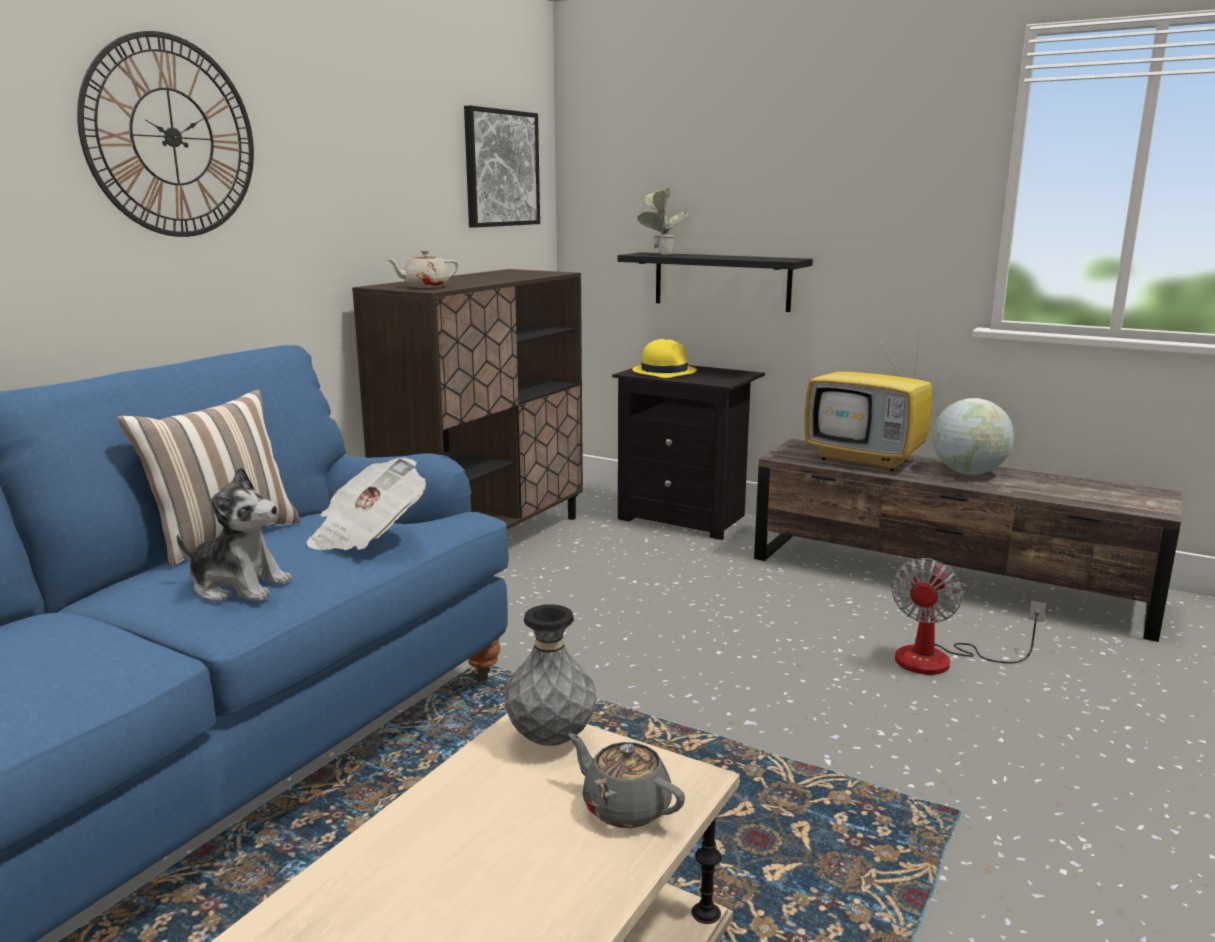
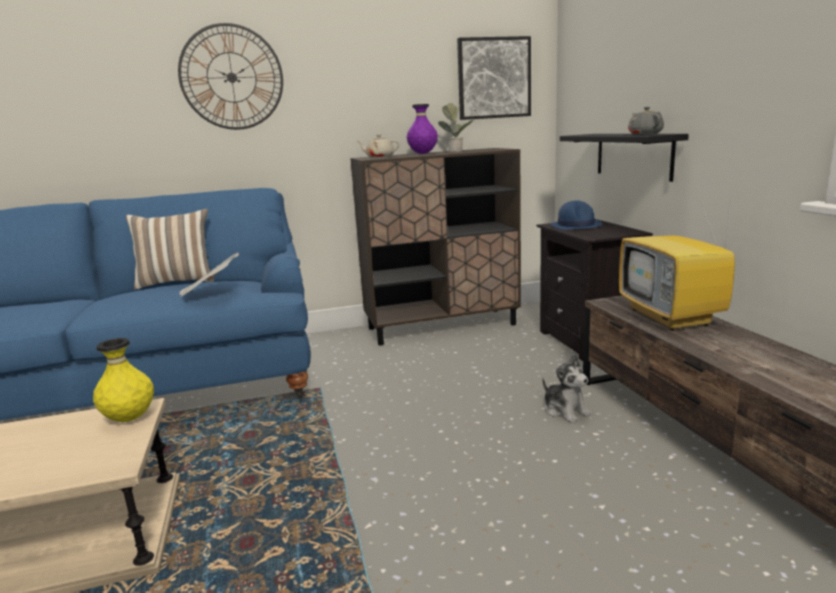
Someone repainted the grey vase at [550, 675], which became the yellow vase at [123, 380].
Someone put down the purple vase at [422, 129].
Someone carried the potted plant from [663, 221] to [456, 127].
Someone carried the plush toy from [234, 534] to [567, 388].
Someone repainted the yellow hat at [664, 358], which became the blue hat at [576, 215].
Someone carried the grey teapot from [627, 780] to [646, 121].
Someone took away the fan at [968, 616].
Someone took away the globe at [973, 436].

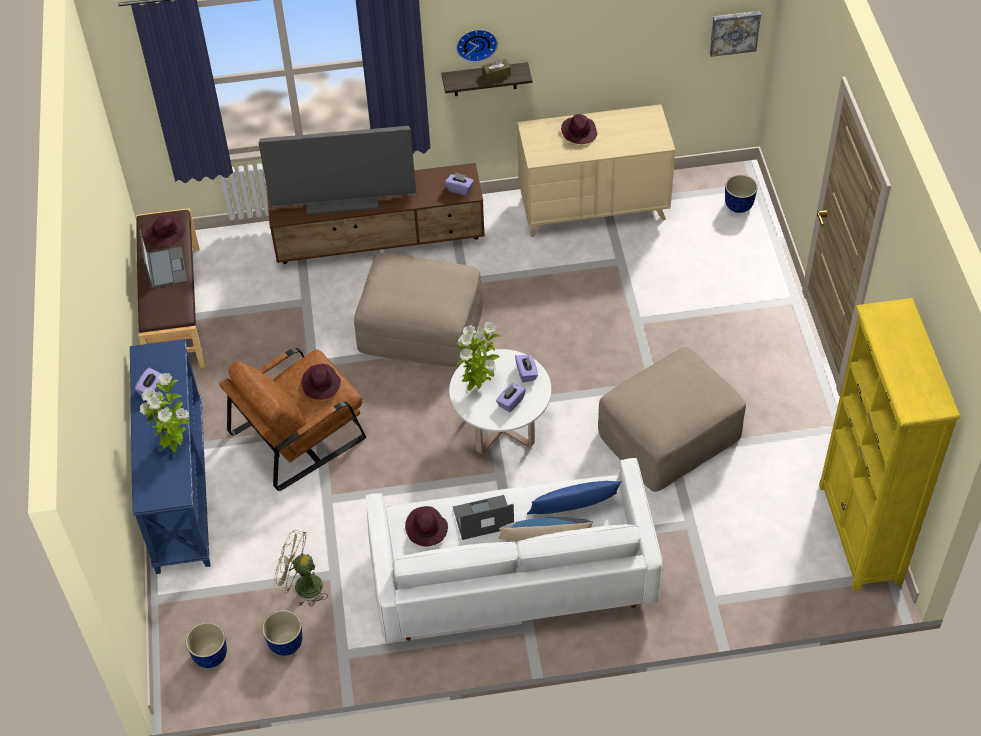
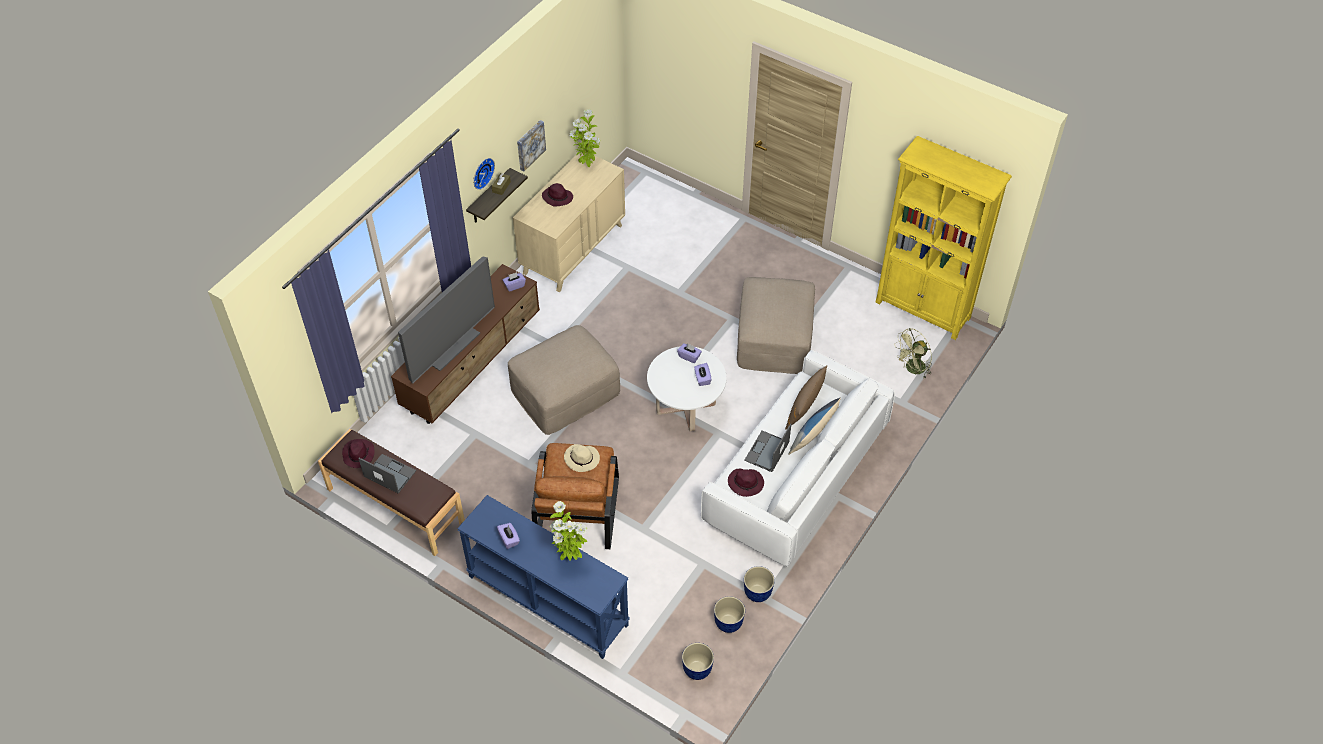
Someone carried the picture from [735, 34] to [531, 145].
Someone repainted the purple hat at [321, 382], which became the beige hat at [582, 458].
Someone carried the potted plant from [479, 356] to [585, 138].
Someone carried the planter from [741, 194] to [759, 584].
Someone repainted the blue pillow at [574, 497], which became the brown pillow at [806, 397].
Someone carried the green fan from [301, 568] to [913, 353].

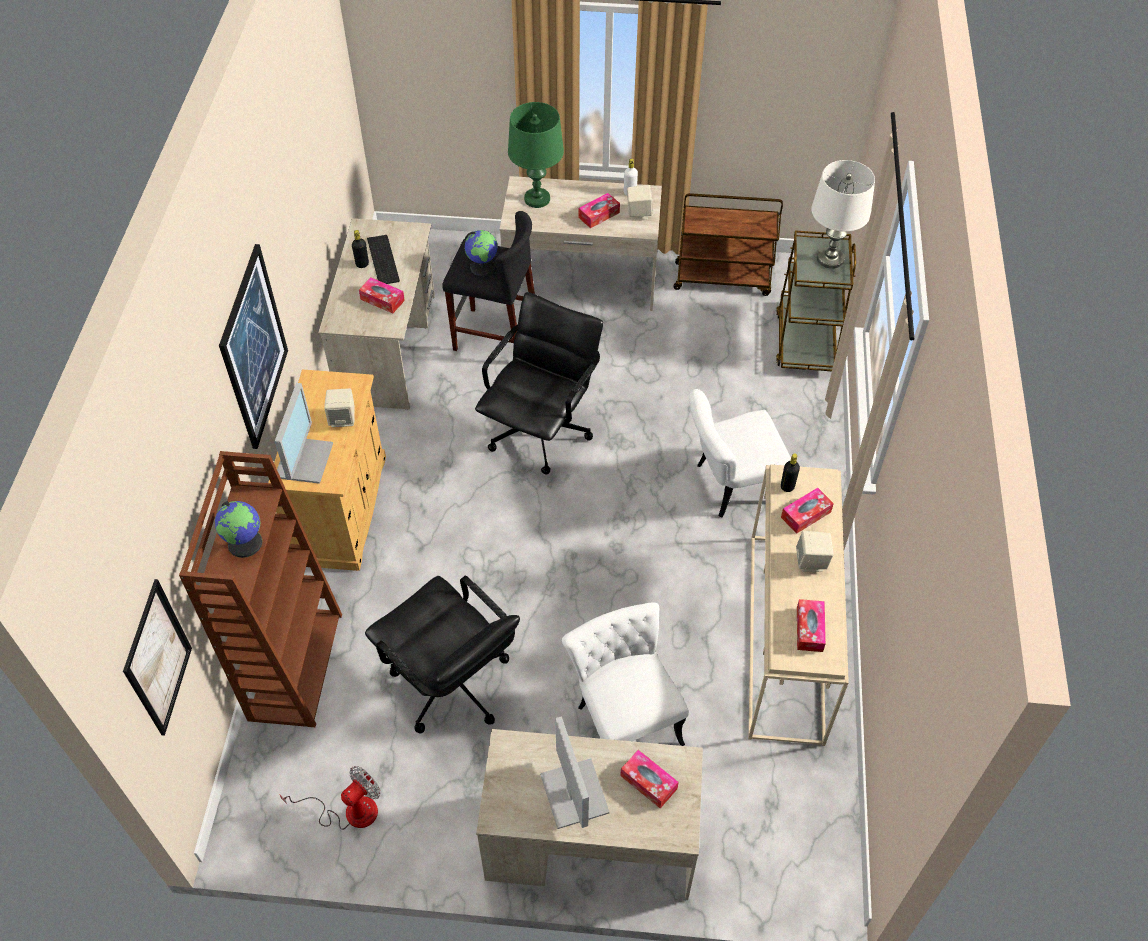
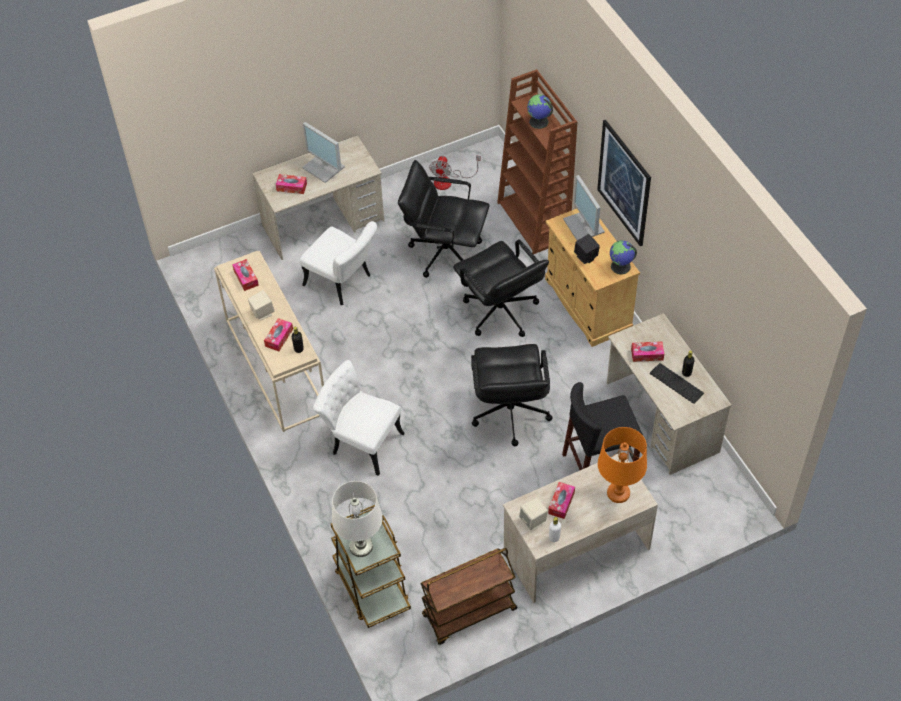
Someone rotated the white chair at [740, 453] by 105 degrees counterclockwise.
Someone put down the black office chair at [501, 288].
Someone repainted the beige speaker at [339, 407], which became the black speaker at [587, 249].
Someone repainted the green table lamp at [536, 155], which became the orange table lamp at [622, 465].
Someone carried the globe from [481, 253] to [623, 257].
Someone took away the picture at [157, 657].

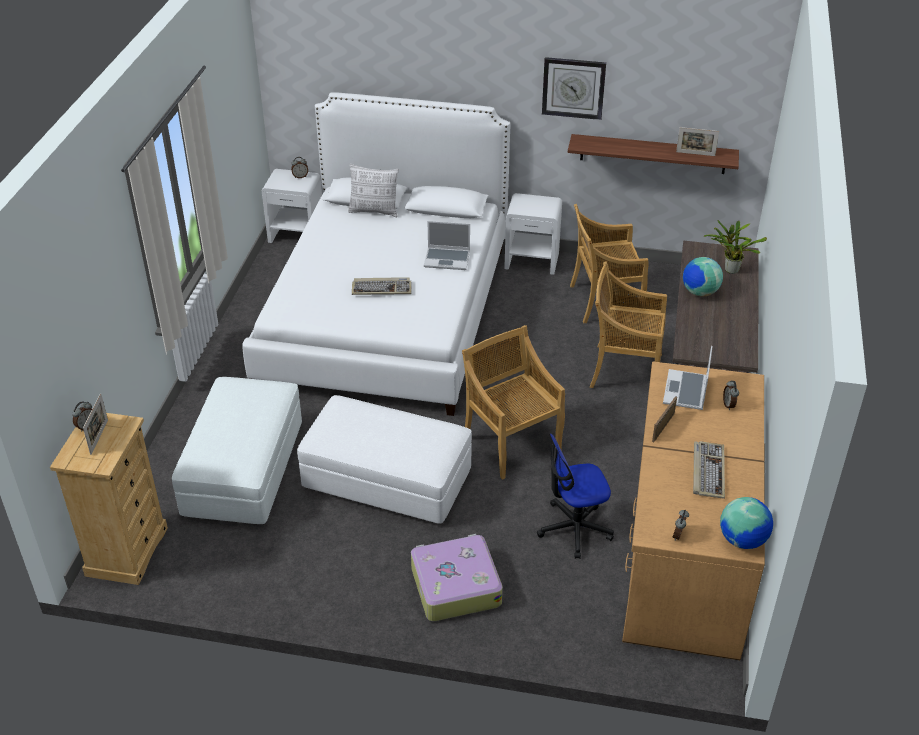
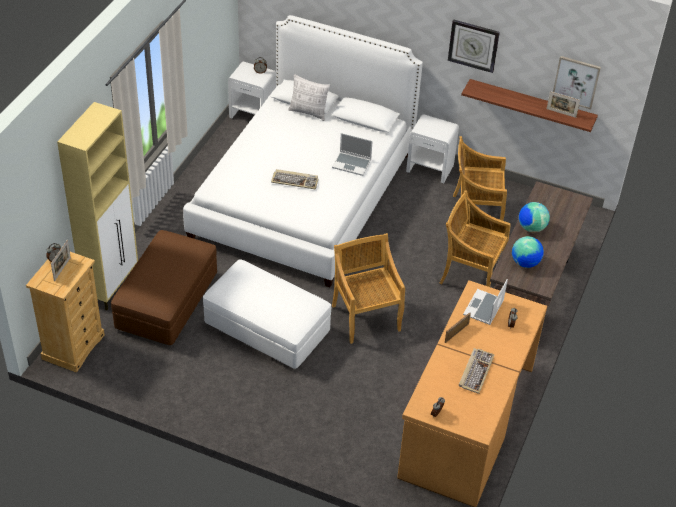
Someone put down the beige cabinet at [97, 206].
Someone repainted the white ottoman at [237, 450], which became the brown ottoman at [164, 287].
Someone carried the globe from [746, 523] to [528, 252].
Someone put up the picture at [577, 82].
Someone took away the suitcase at [457, 577].
Someone took away the office chair at [575, 496].
Someone took away the potted plant at [735, 247].

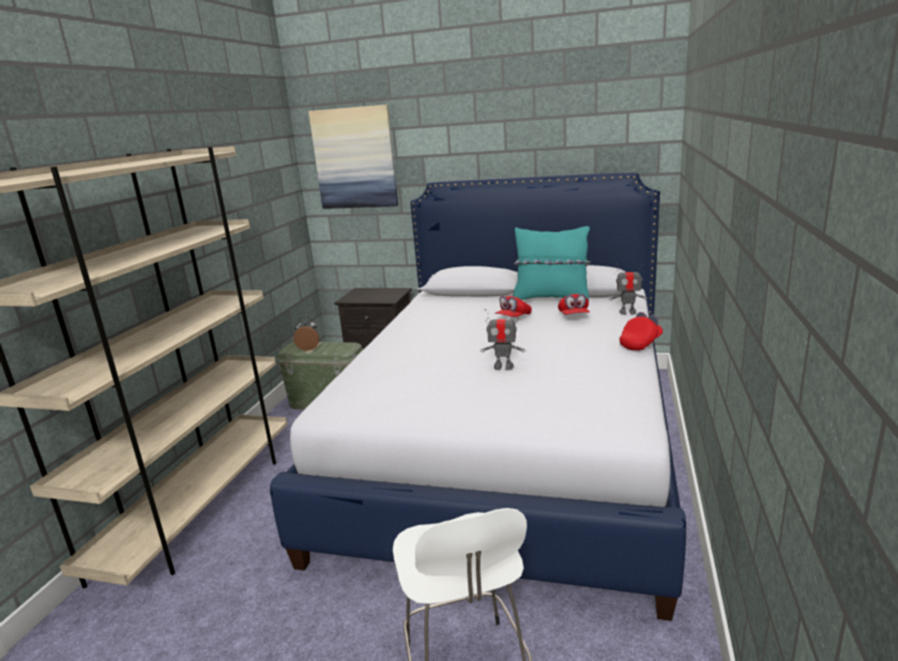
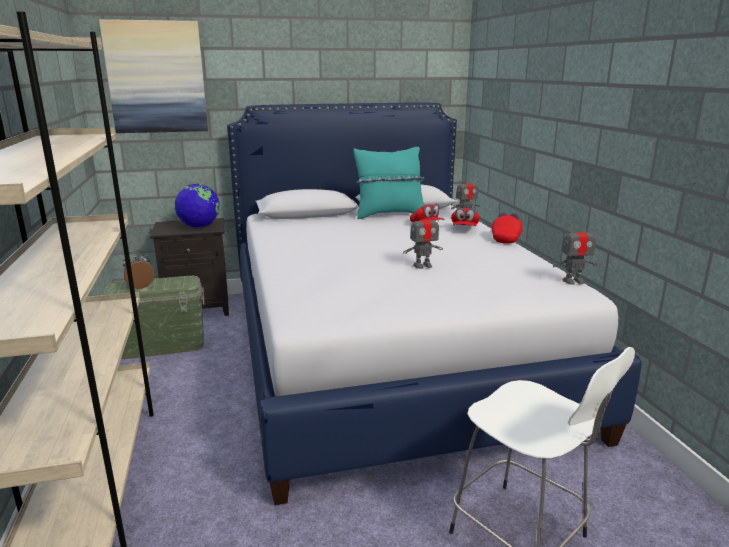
Someone put down the globe at [197, 205].
Someone carried the red cap from [513, 306] to [465, 217].
Someone put down the toy robot at [575, 253].

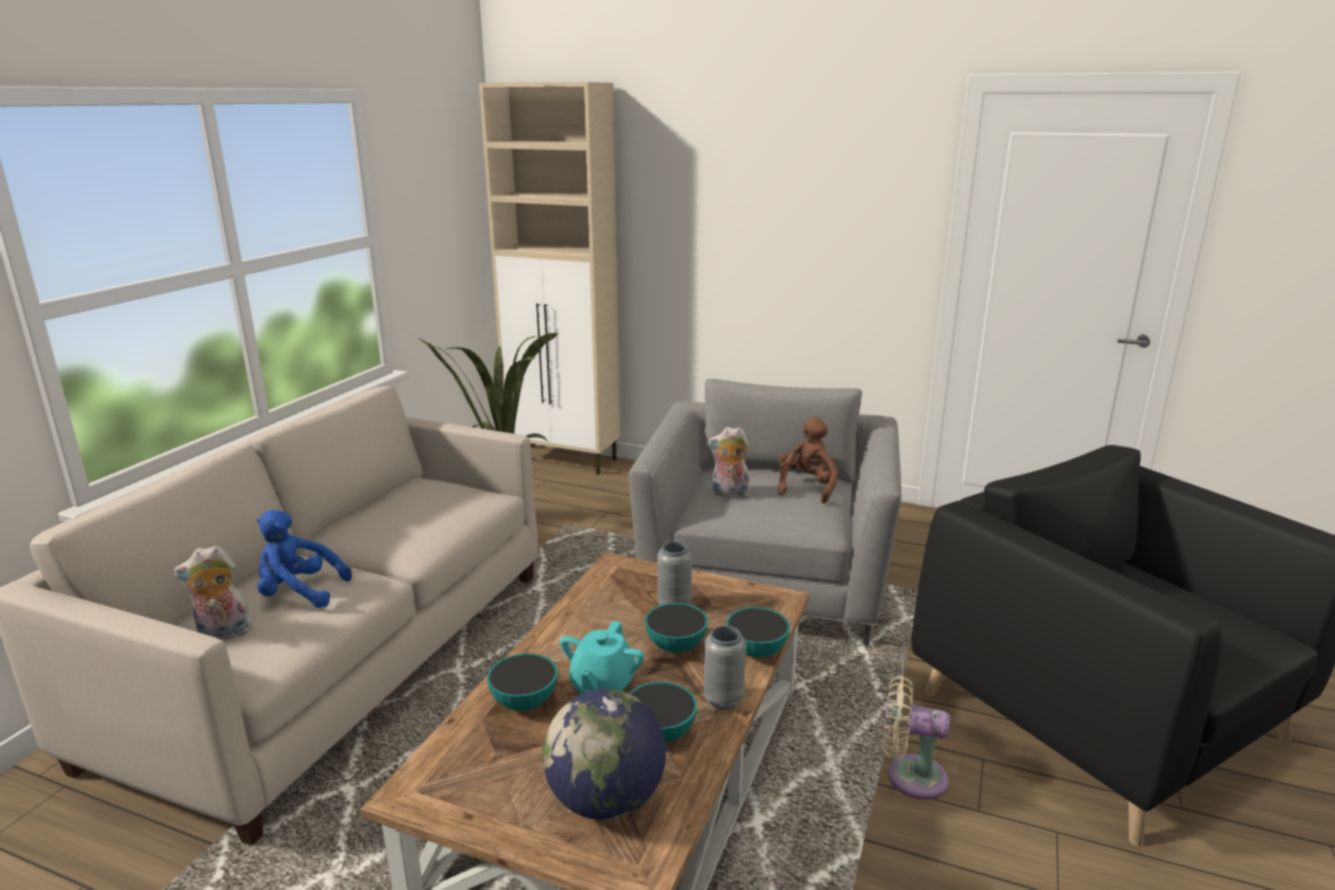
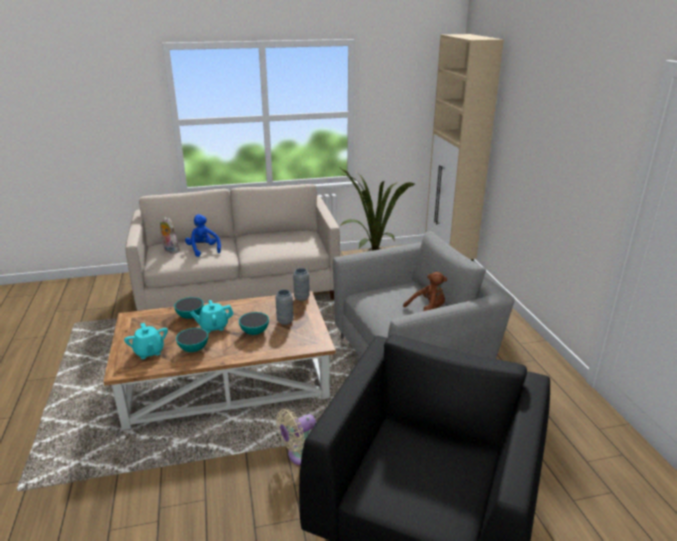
Someone swapped the globe at [604, 754] for the turquoise teapot at [146, 341].
Someone rotated the beige fan at [916, 738] by 105 degrees counterclockwise.
Someone carried the grey vase from [725, 667] to [301, 284].
Someone took away the plush toy at [729, 462].
Someone took away the bowl at [758, 632].

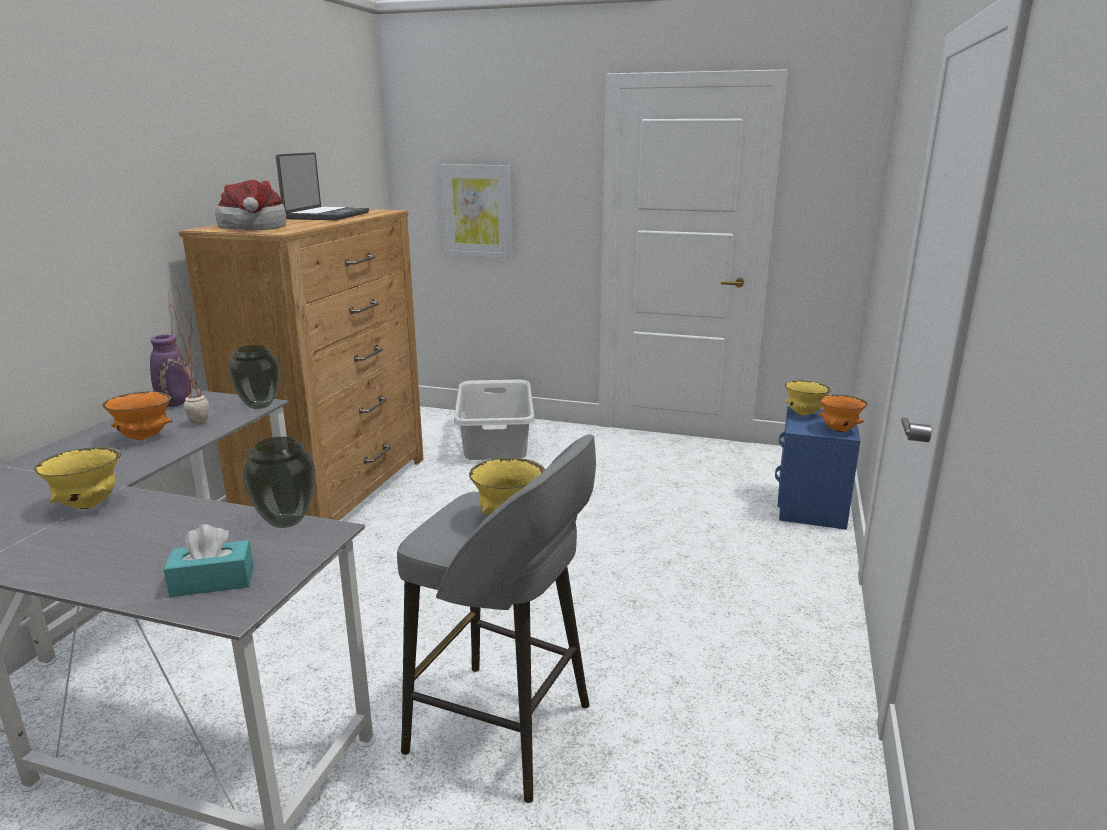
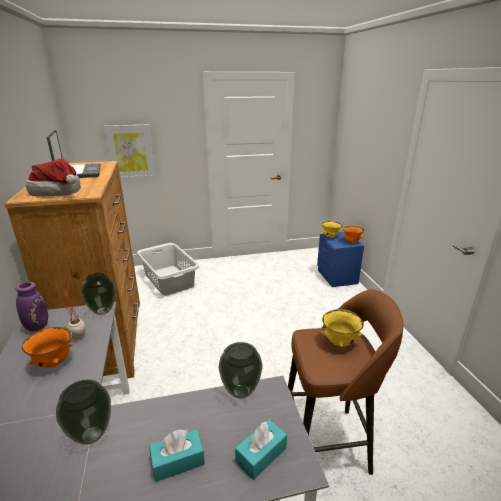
Someone swapped the yellow bowl at [77, 478] for the vase at [83, 412].
Someone put down the turquoise tissue box at [177, 455].
Someone repainted the grey stool at [496, 618], which became the brown stool at [346, 382].

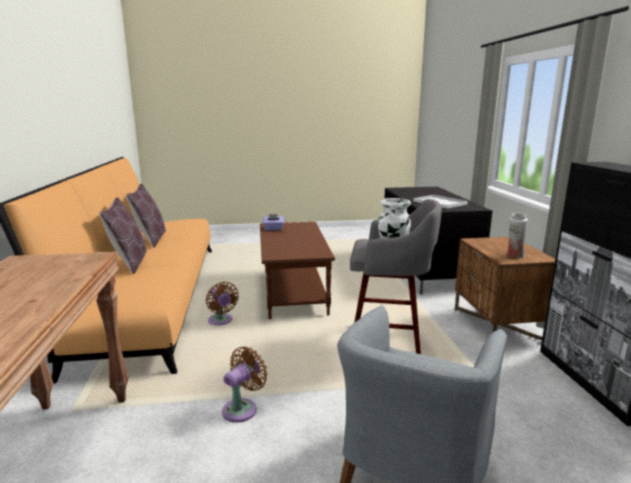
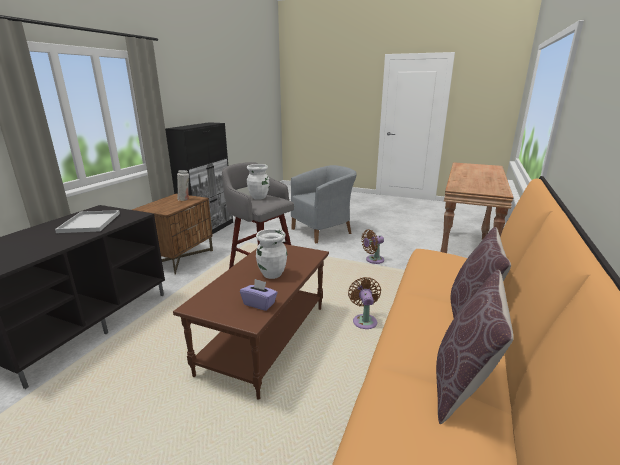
Someone put down the white vase at [271, 254].

